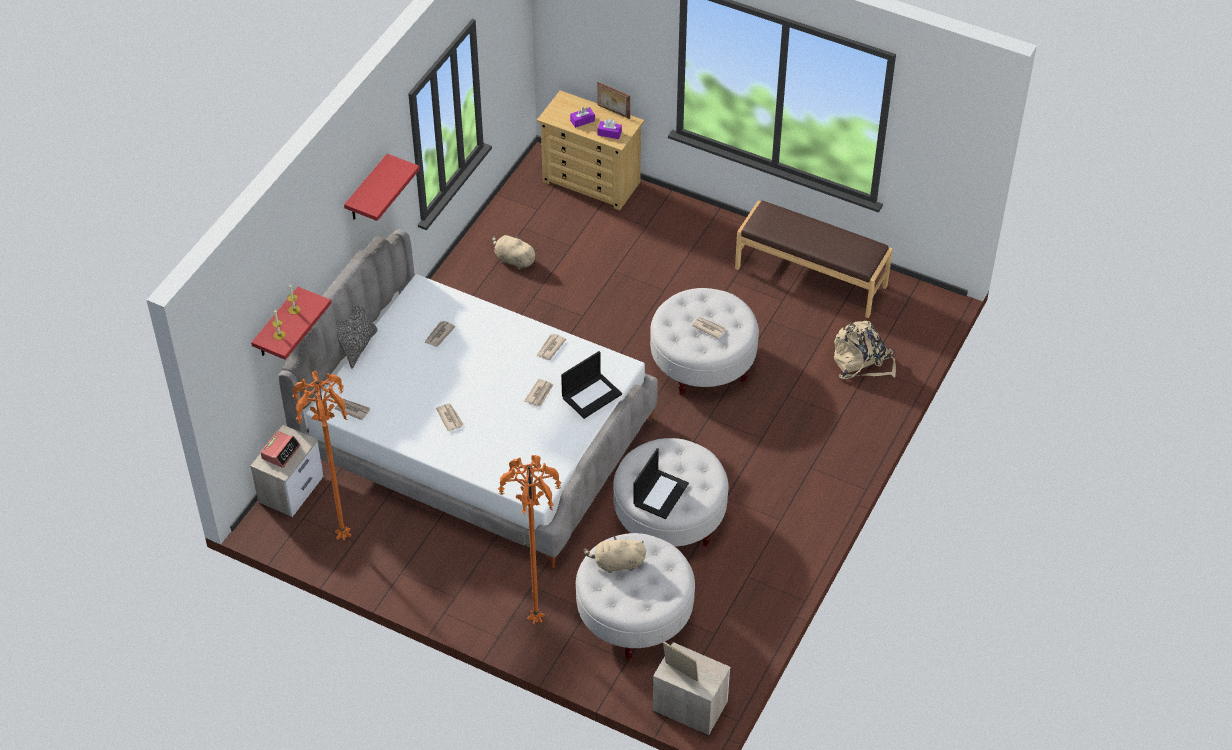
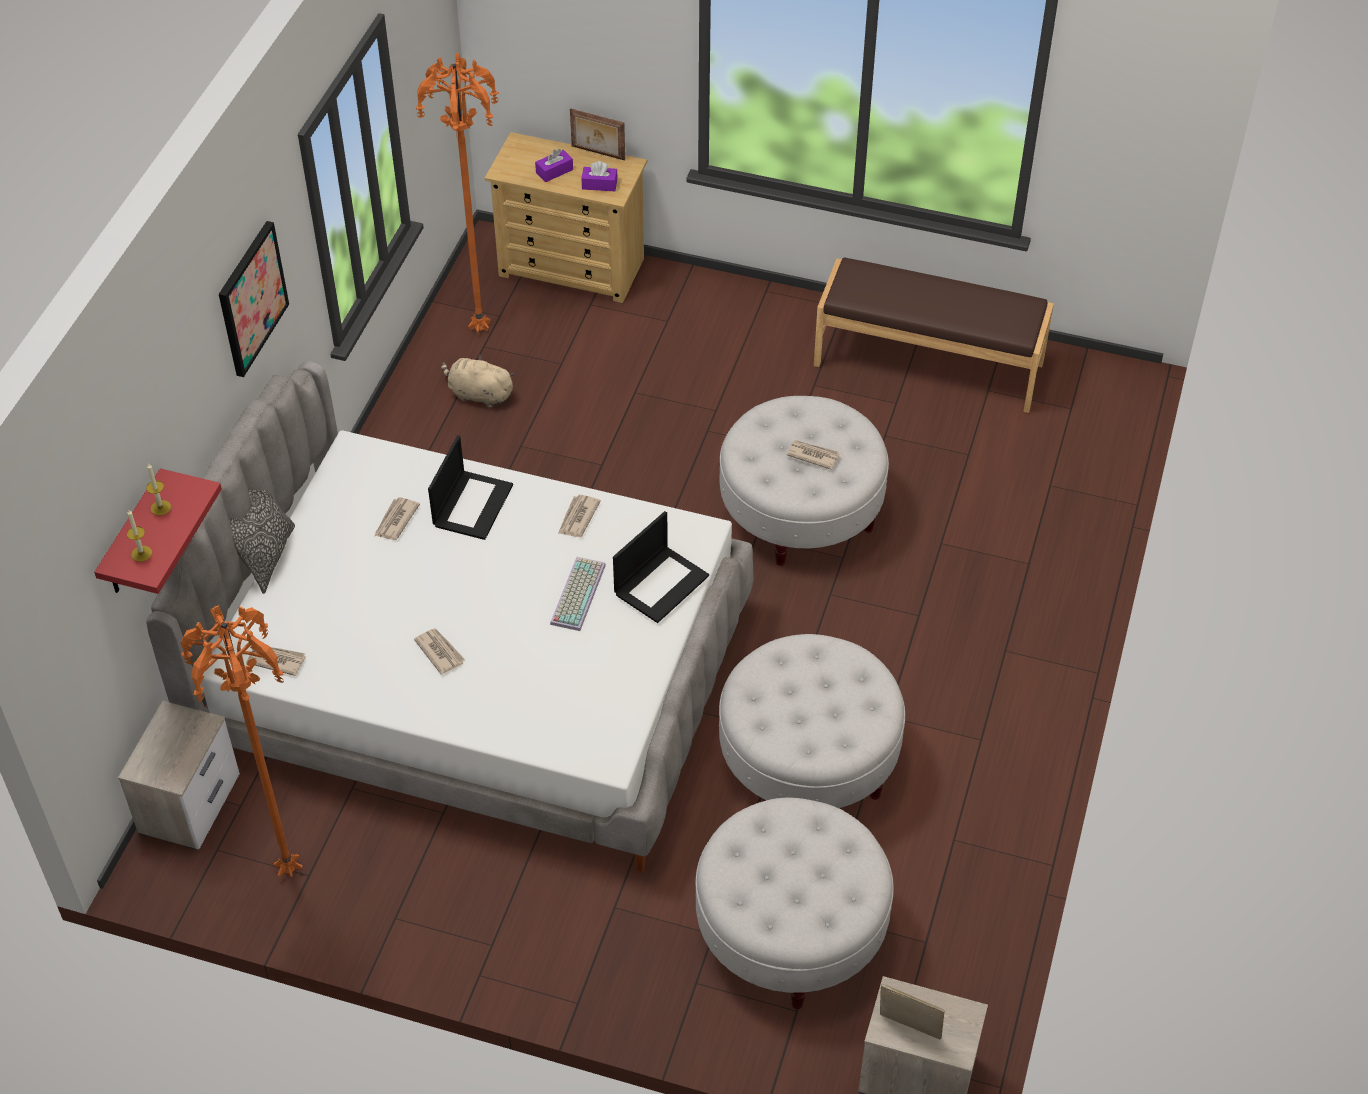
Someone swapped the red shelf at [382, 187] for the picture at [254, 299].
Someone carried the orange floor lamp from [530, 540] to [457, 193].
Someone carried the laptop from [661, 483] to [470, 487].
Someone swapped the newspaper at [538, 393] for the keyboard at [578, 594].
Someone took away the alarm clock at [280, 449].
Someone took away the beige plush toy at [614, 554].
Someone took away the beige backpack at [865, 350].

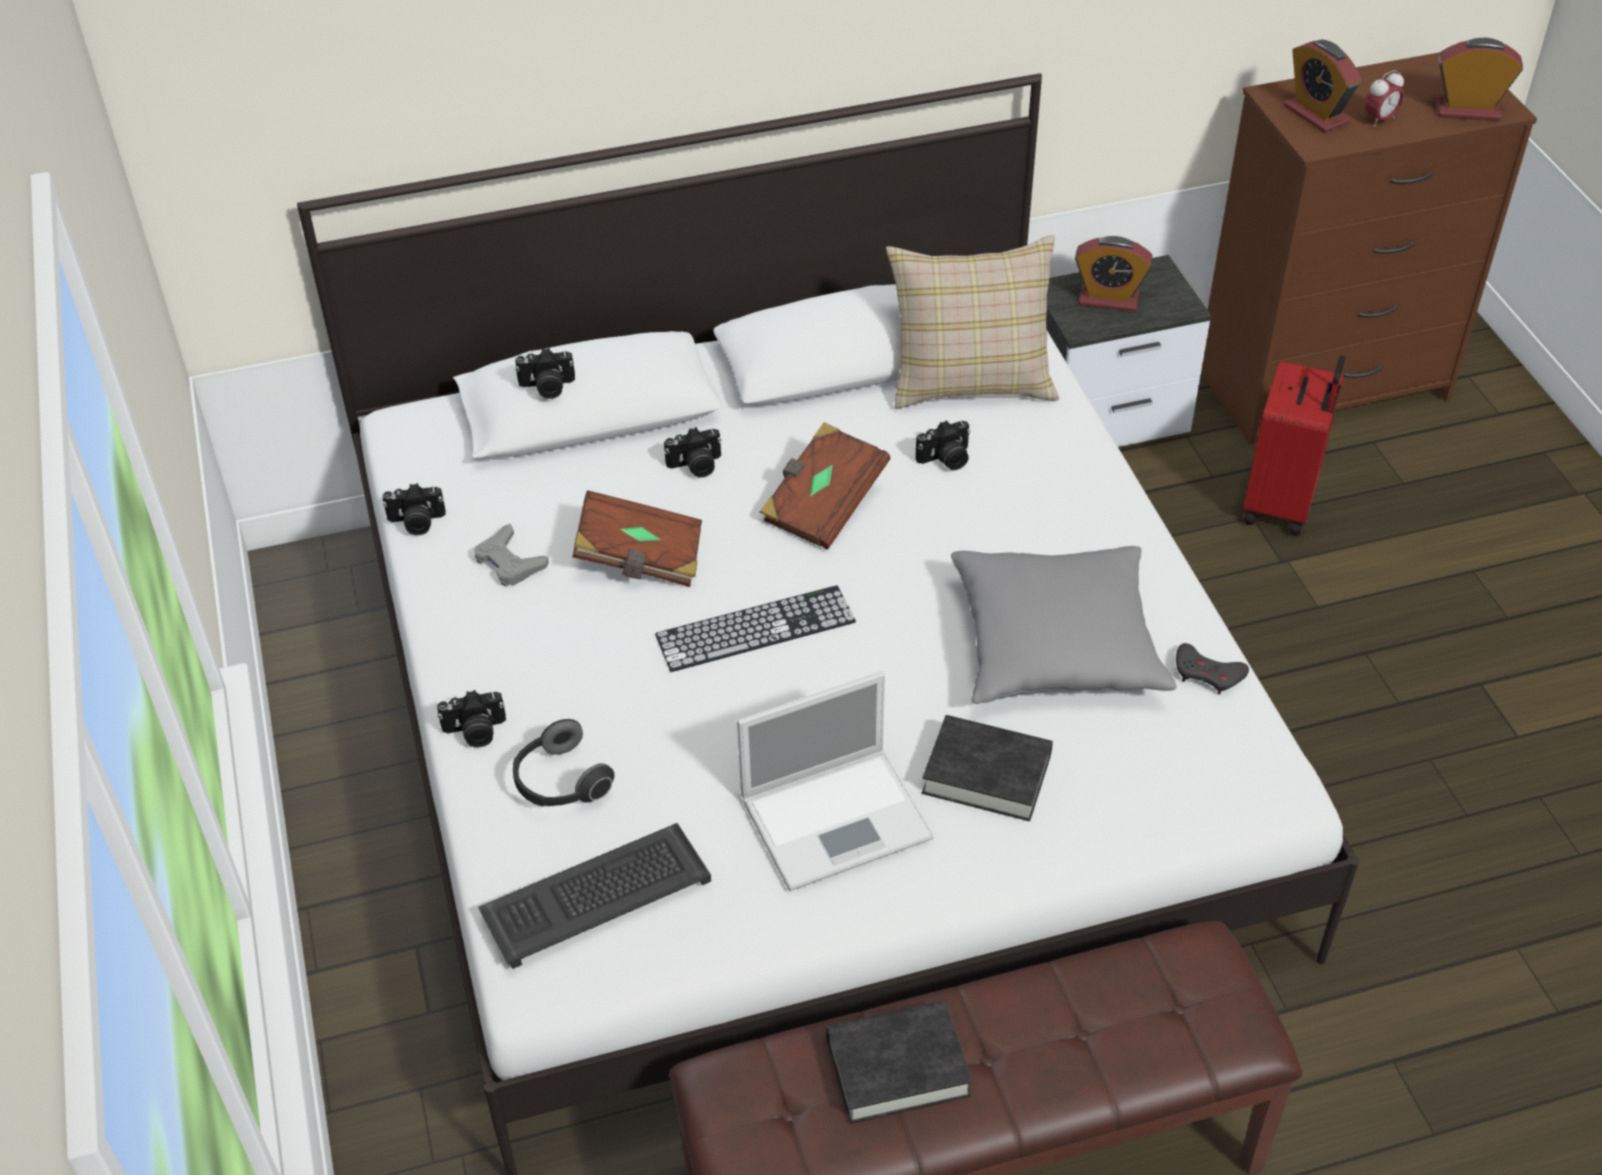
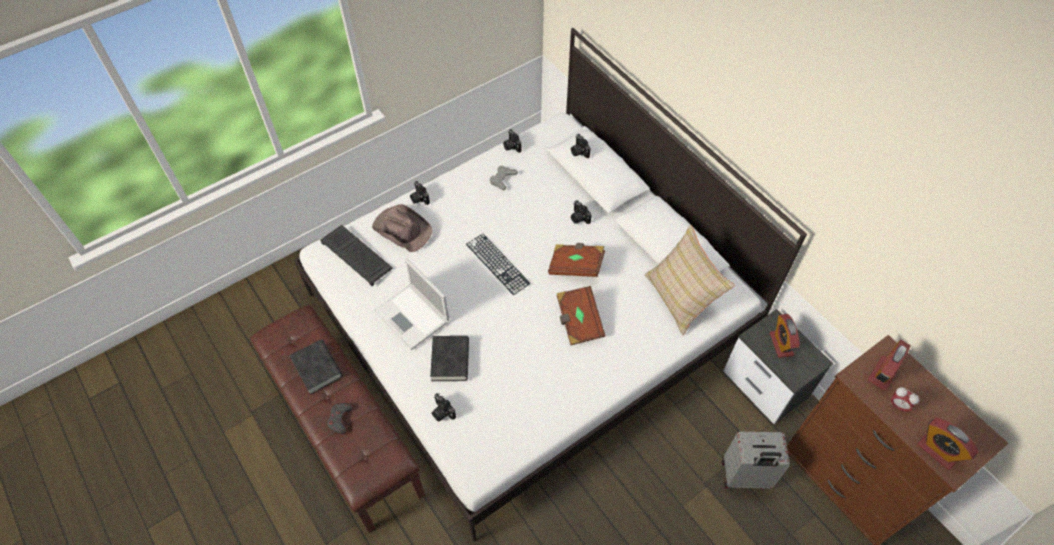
Someone carried the grey game controller from [1212, 669] to [340, 418].
Someone swapped the headphones at [563, 762] for the brown hat at [402, 228].
Someone carried the photo camera from [943, 445] to [444, 407].
Someone carried the brown book from [637, 538] to [581, 315].
Someone repainted the red suitcase at [1294, 445], which became the grey suitcase at [756, 461].
Someone rotated the alarm clock at [1479, 79] by 150 degrees clockwise.
Someone took away the grey pillow at [1063, 625].

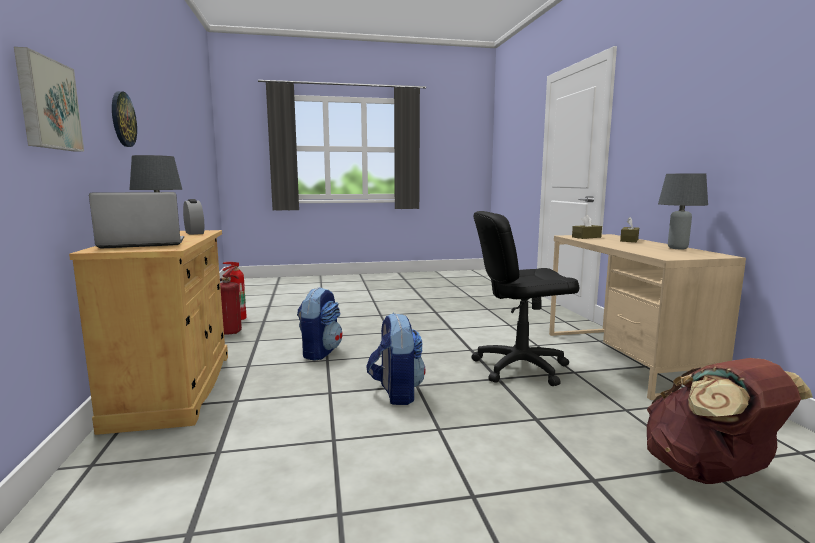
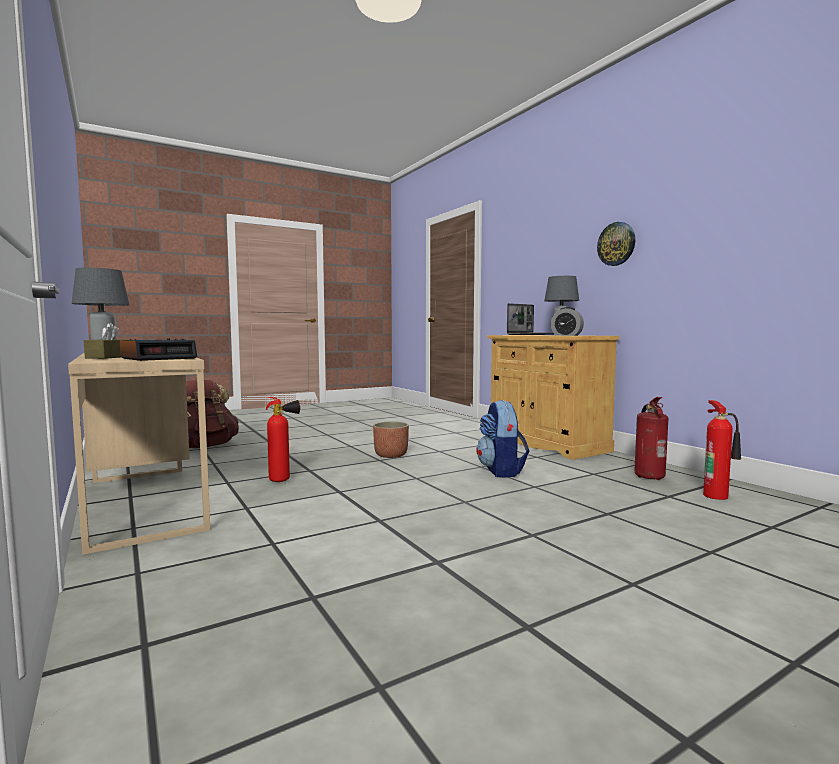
Someone swapped the brown tissue box at [587, 227] for the alarm clock at [158, 350].
Someone swapped the black office chair at [525, 298] for the fire extinguisher at [283, 439].
Someone swapped the backpack at [396, 359] for the planter at [391, 440].
Someone took away the picture at [49, 99].

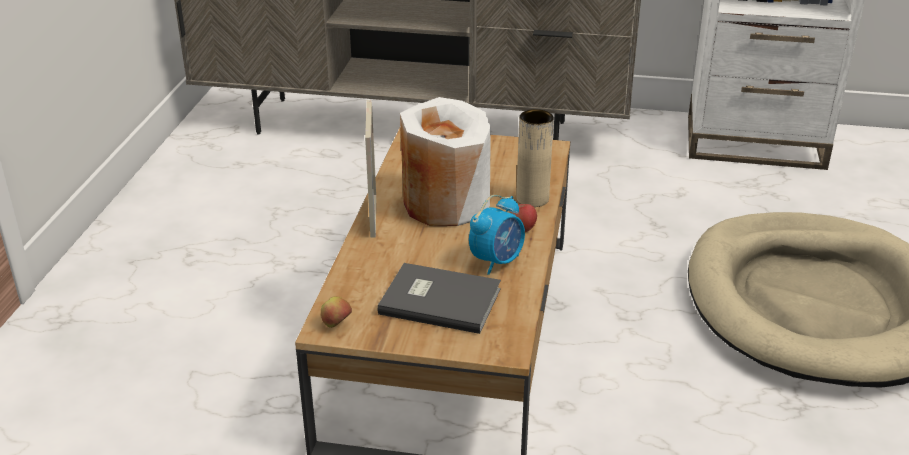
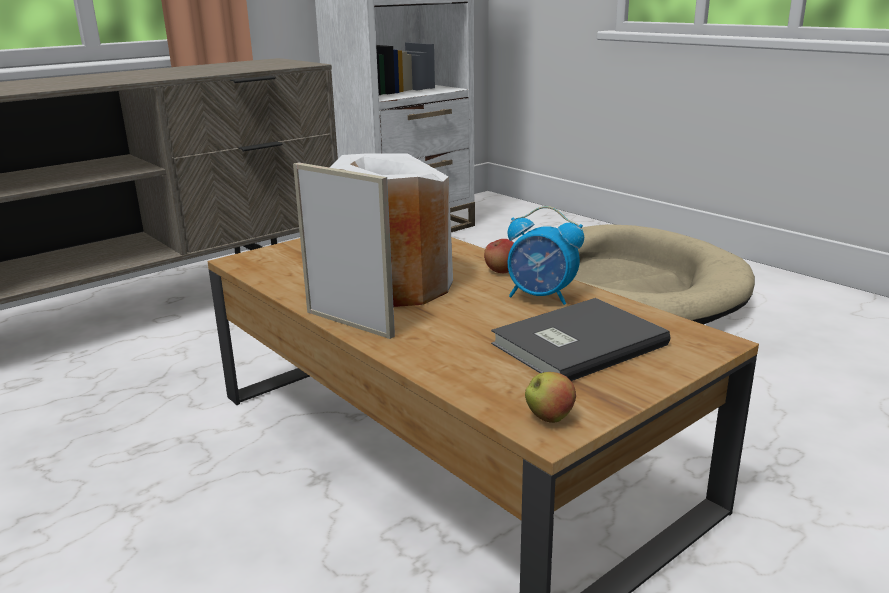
Someone rotated the alarm clock at [497, 235] by 120 degrees clockwise.
Someone took away the beige vase at [535, 158].

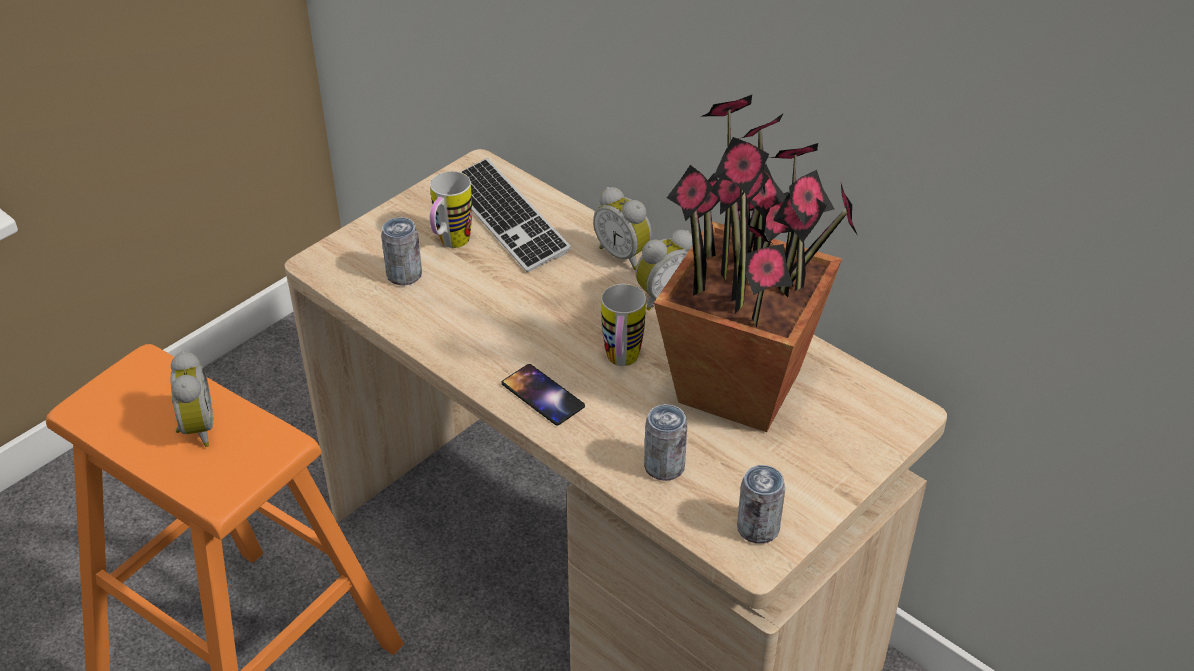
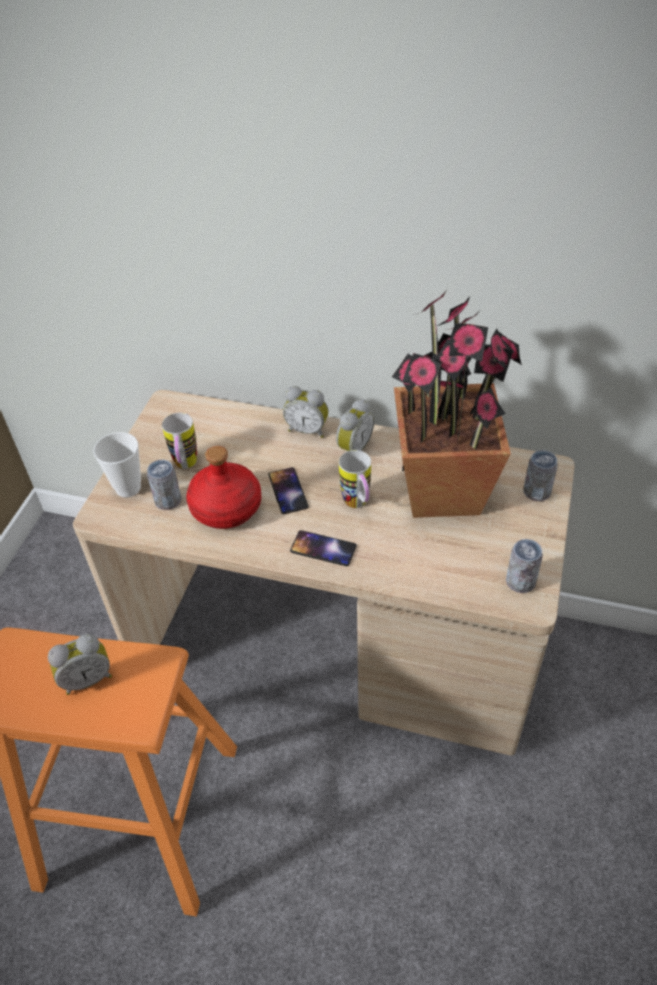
Someone rotated the alarm clock at [192, 399] by 105 degrees clockwise.
Someone put down the cup at [117, 465].
Someone put down the red bottle at [223, 487].
Someone put down the phone at [288, 490].
Someone carried the can from [666, 442] to [540, 475].
Someone took away the keyboard at [516, 215].

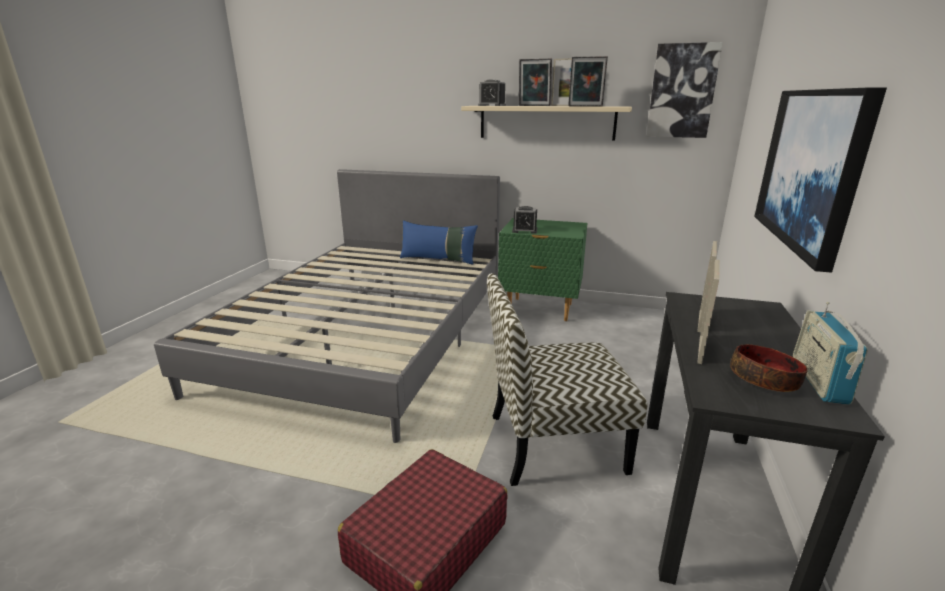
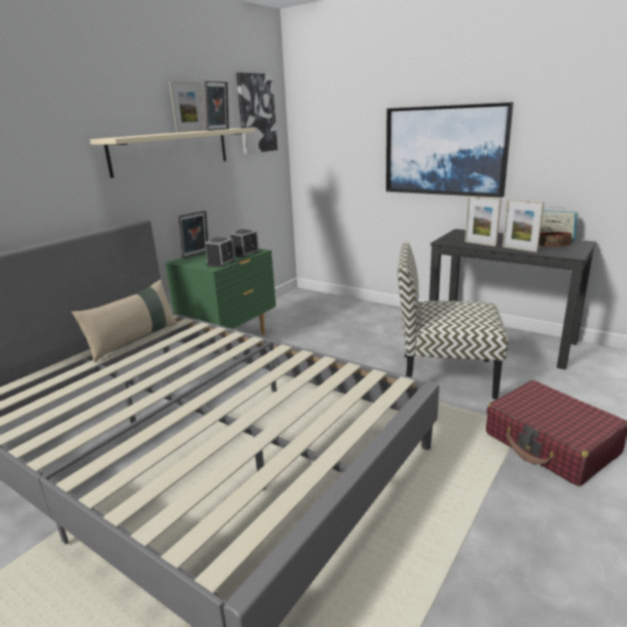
Someone repainted the blue pillow at [439, 242], which became the beige pillow at [124, 321].
Someone carried the picture frame from [535, 82] to [192, 234].
Someone carried the alarm clock from [492, 92] to [245, 243].
Someone rotated the chair at [567, 379] by 90 degrees clockwise.

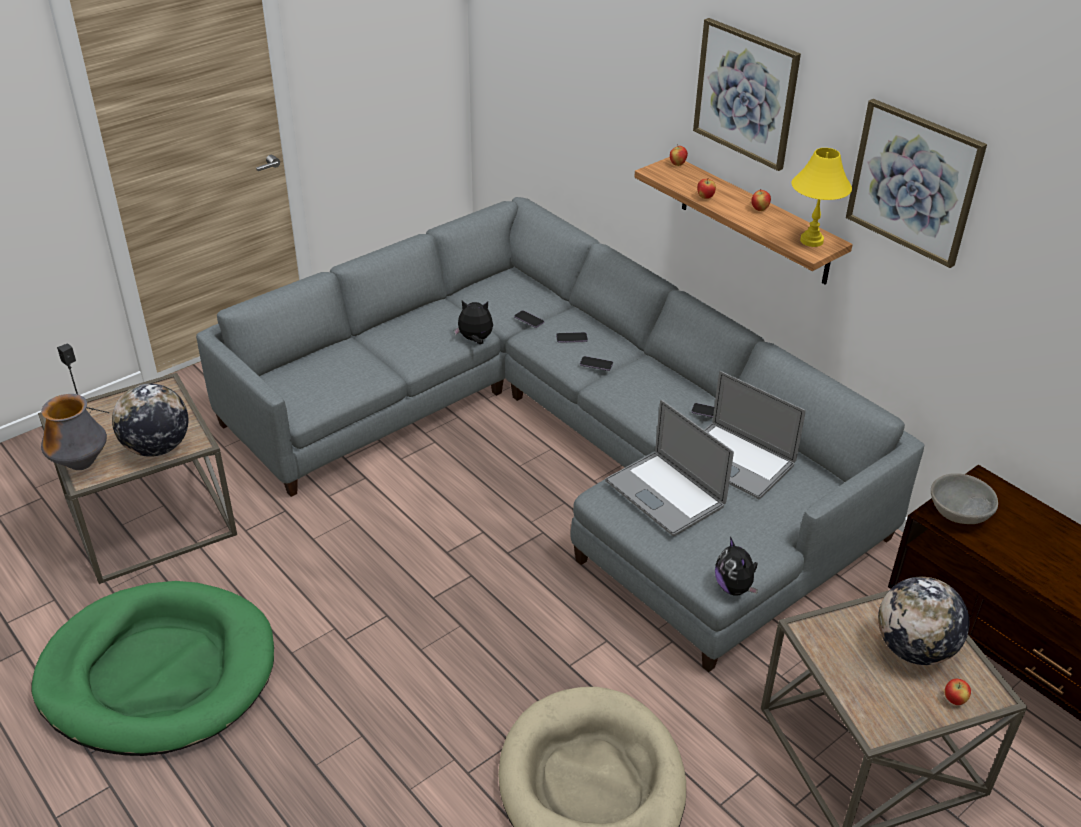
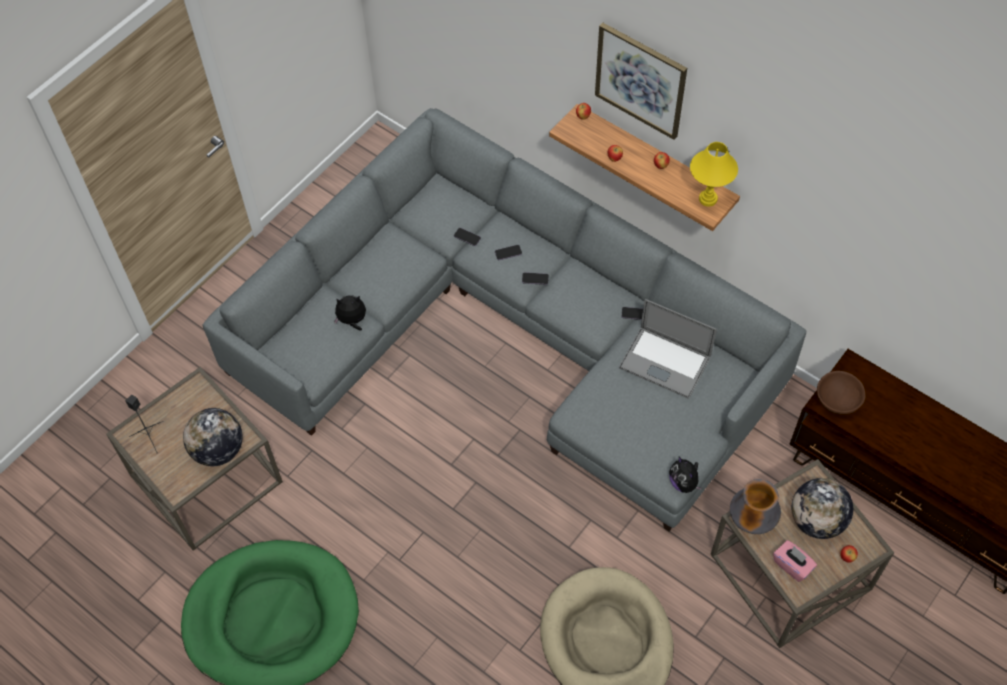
Someone carried the plush toy from [473, 322] to [350, 313].
Someone carried the vase from [74, 432] to [755, 506].
Someone put down the pink tissue box at [795, 561].
Someone repainted the grey bowl at [964, 498], which became the brown bowl at [841, 392].
Someone took away the laptop at [669, 467].
Someone took away the picture at [916, 183].

